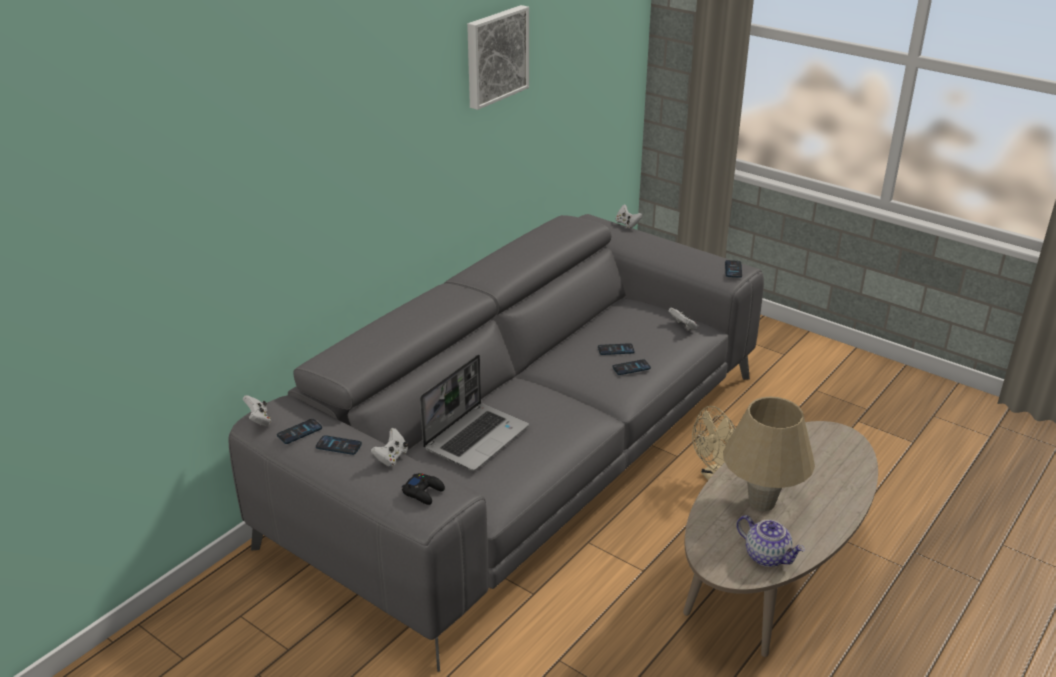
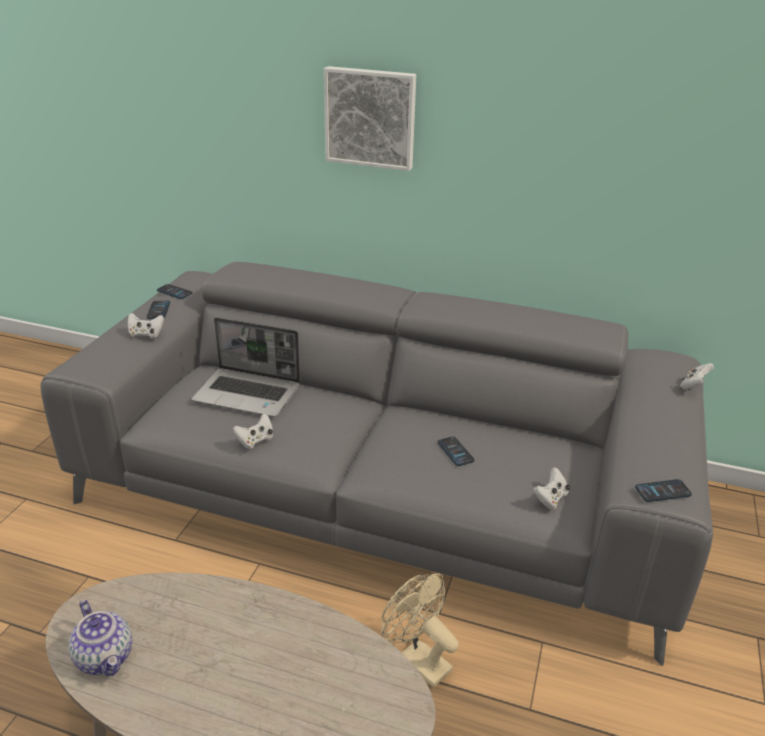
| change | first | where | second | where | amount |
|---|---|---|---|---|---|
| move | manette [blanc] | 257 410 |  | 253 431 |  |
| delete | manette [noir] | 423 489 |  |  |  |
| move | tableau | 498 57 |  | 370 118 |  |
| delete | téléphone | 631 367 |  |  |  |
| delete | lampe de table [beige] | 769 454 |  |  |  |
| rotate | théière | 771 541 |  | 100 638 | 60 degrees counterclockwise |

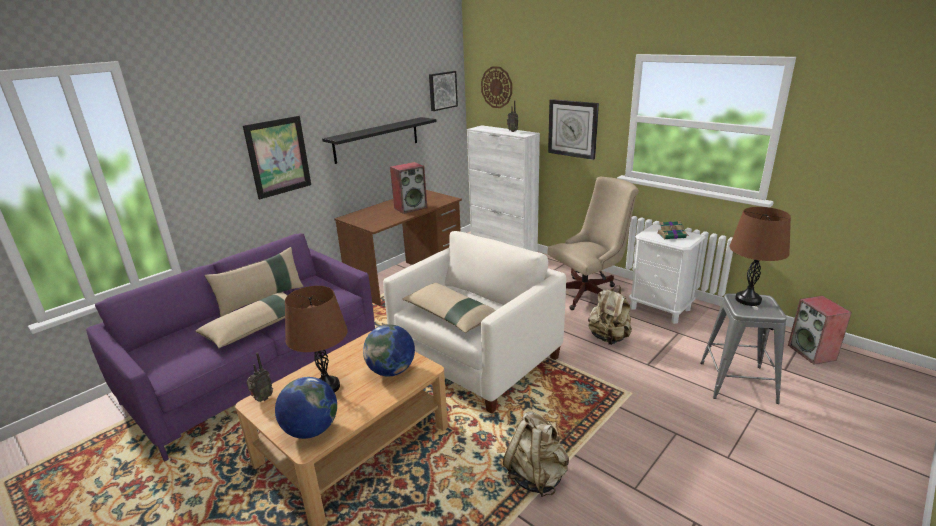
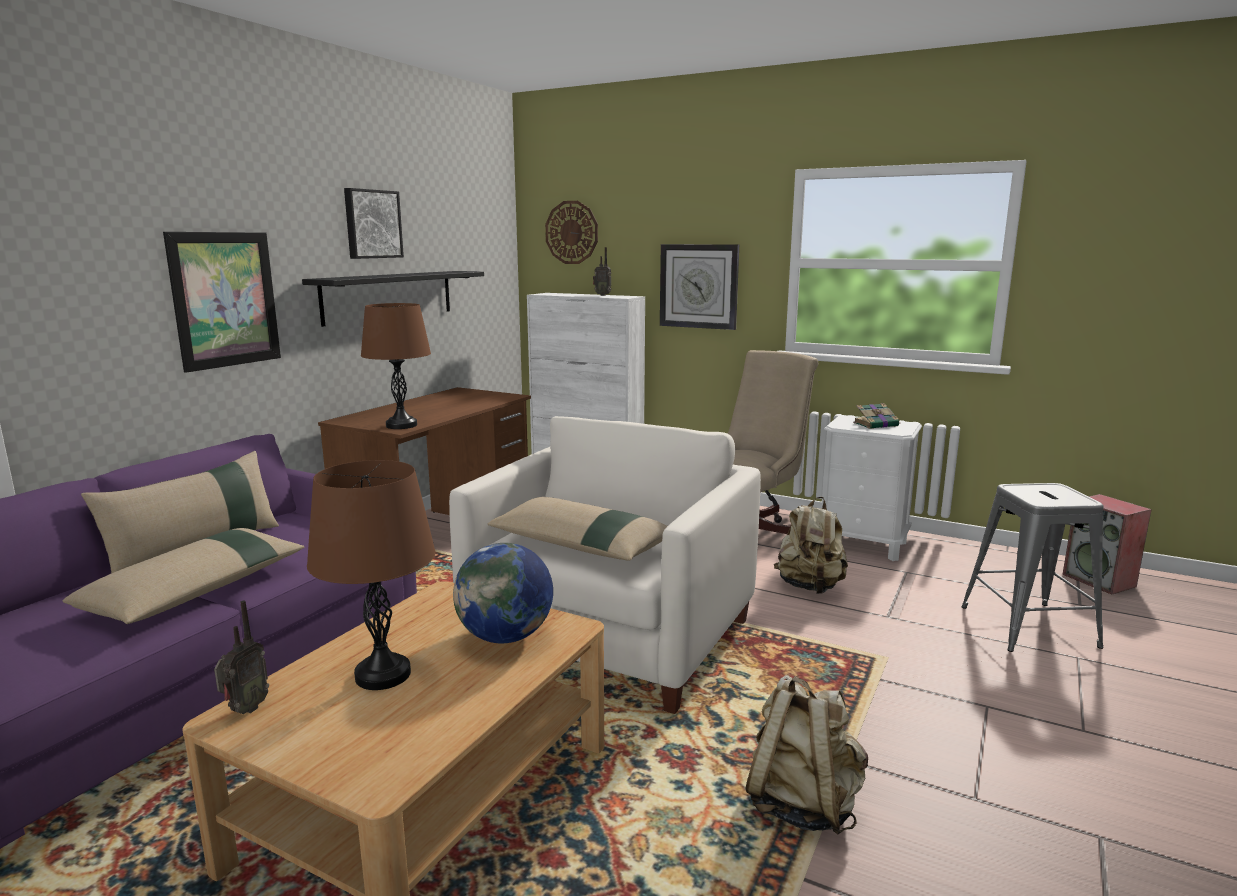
| change | first | where | second | where | amount |
|---|---|---|---|---|---|
| delete | globe | 306 408 |  |  |  |
| delete | enceinte | 408 188 |  |  |  |
| move | tableau | 443 91 |  | 374 223 |  |
| move | lampe de table [marron] | 760 256 |  | 396 366 |  |

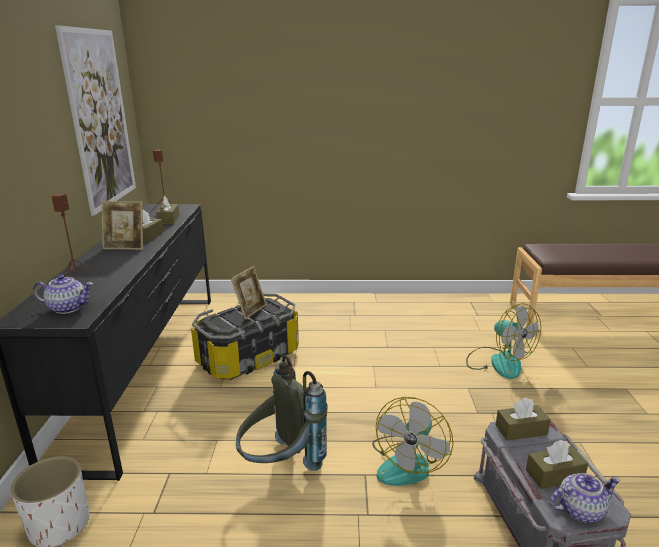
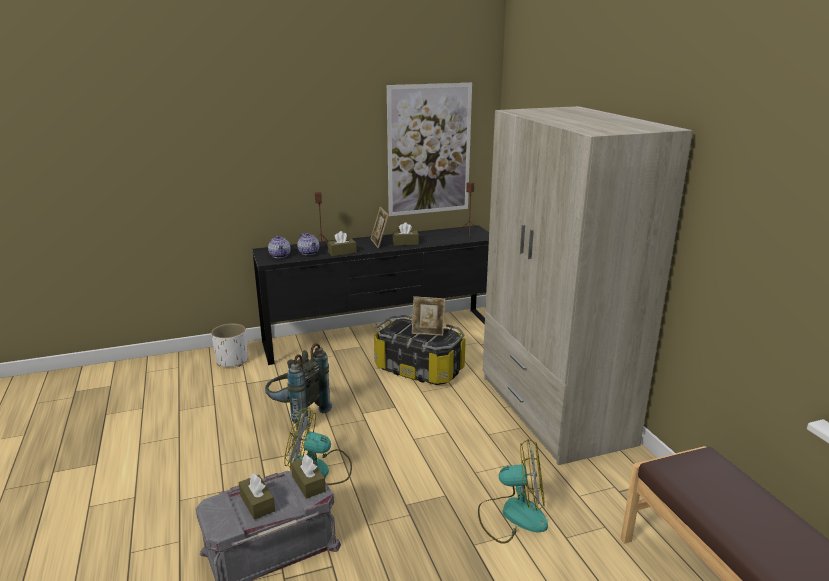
| change | first | where | second | where | amount |
|---|---|---|---|---|---|
| move | boîte à mouchoirs [marron] | 167 210 |  | 341 243 |  |
| rotate | ventilateur | 503 341 |  | 513 491 | 120 degrees counterclockwise |
| move | théière | 585 497 |  | 308 244 |  |
| insert |  |  | armoire [beige] | 588 285 |  |

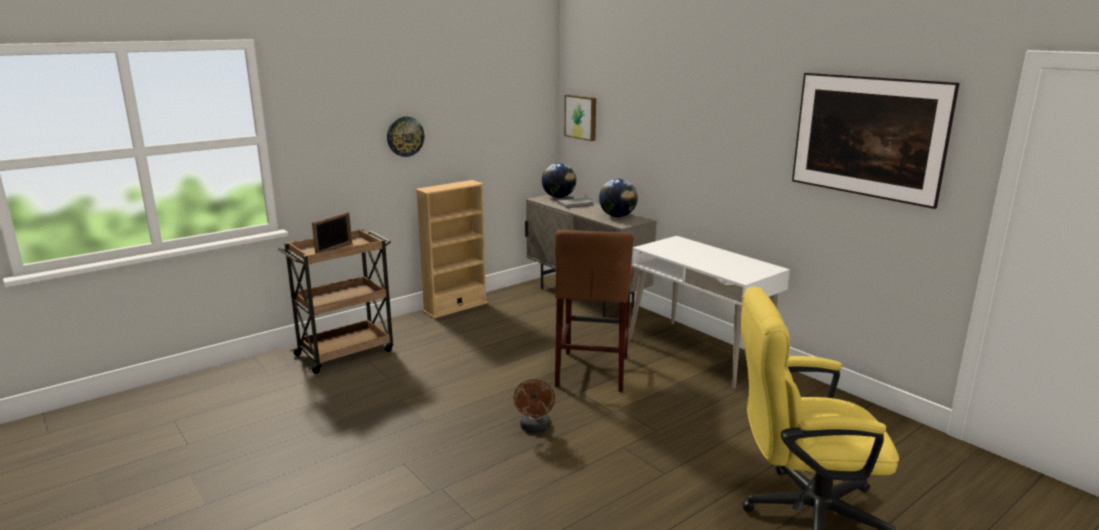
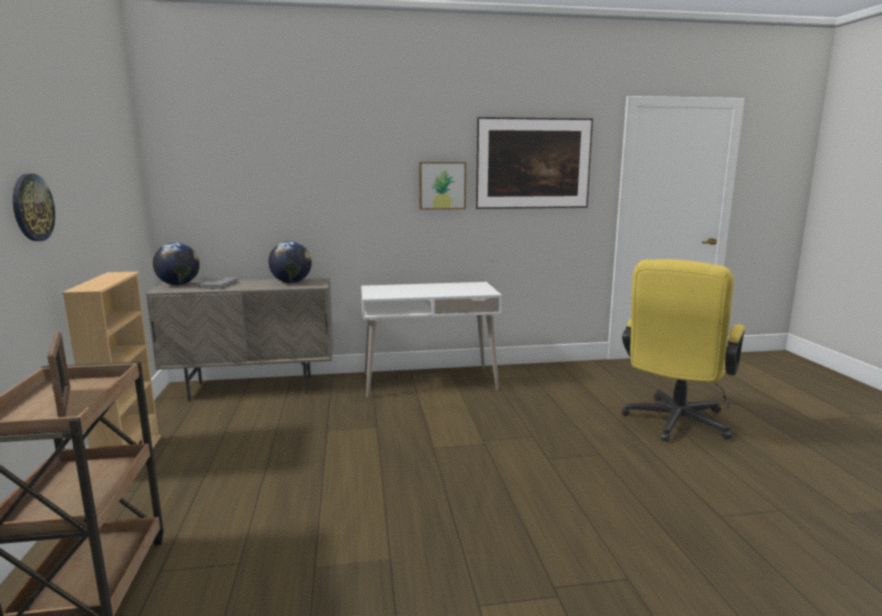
| change | first | where | second | where | amount |
|---|---|---|---|---|---|
| delete | ventilateur [marron] | 534 406 |  |  |  |
| delete | tabouret [marron] | 594 311 |  |  |  |
| move | tableau | 580 118 |  | 442 186 |  |

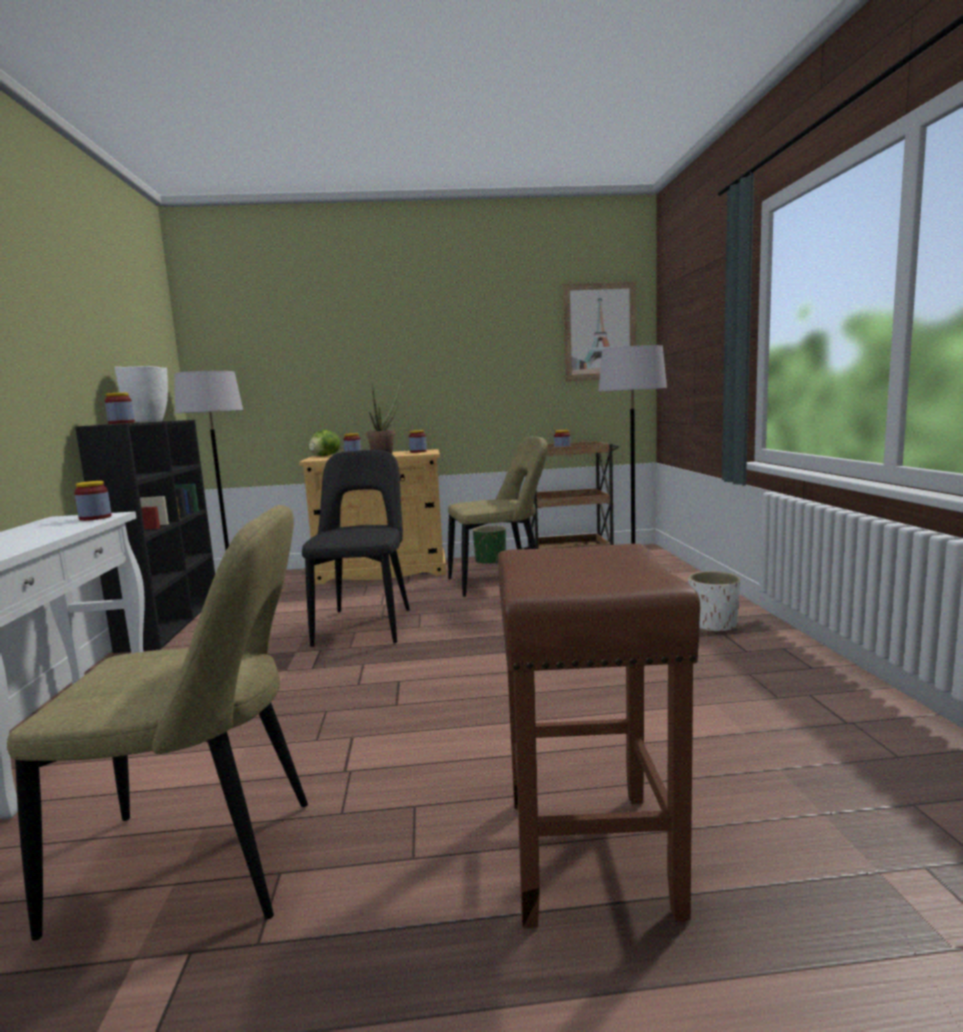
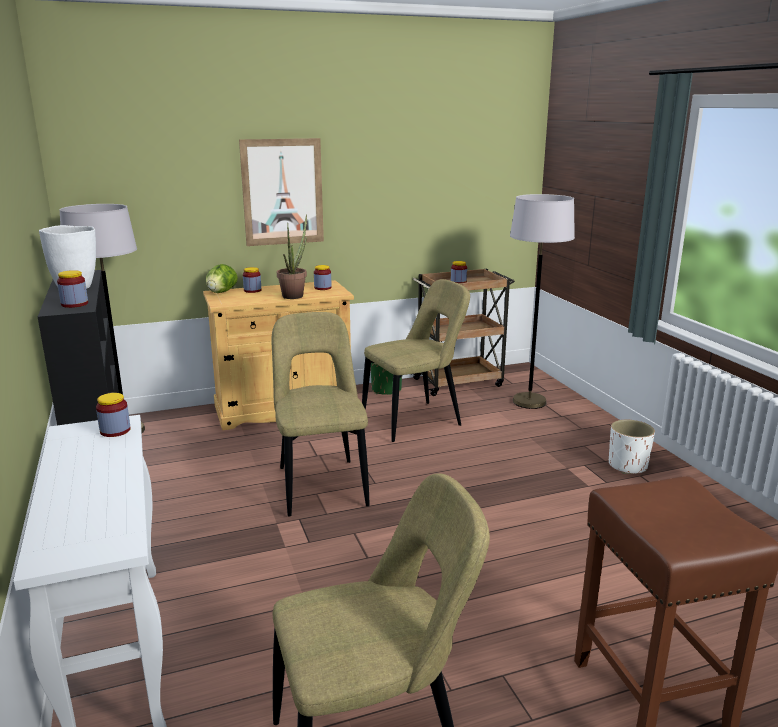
| change | first | where | second | where | amount |
|---|---|---|---|---|---|
| recolor | chaise [noir] | 356 548 | chaise [beige] | 321 414 |  |
| move | tableau | 599 331 |  | 281 192 |  |

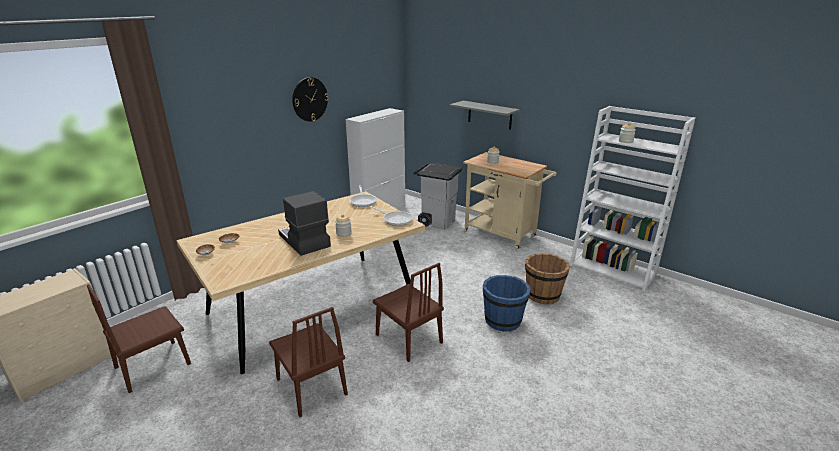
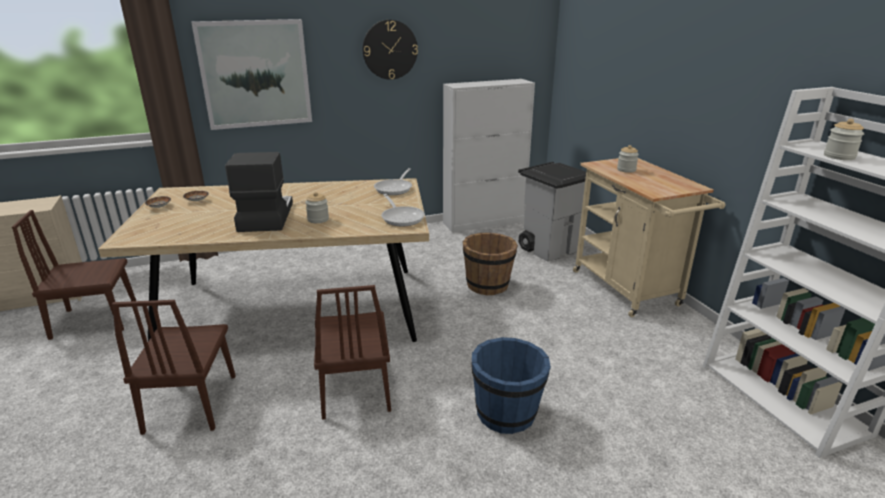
| change | first | where | second | where | amount |
|---|---|---|---|---|---|
| delete | étagère [gris] | 485 115 |  |  |  |
| move | seau [marron] | 547 278 |  | 490 264 |  |
| insert |  |  | tableau | 251 74 |  |

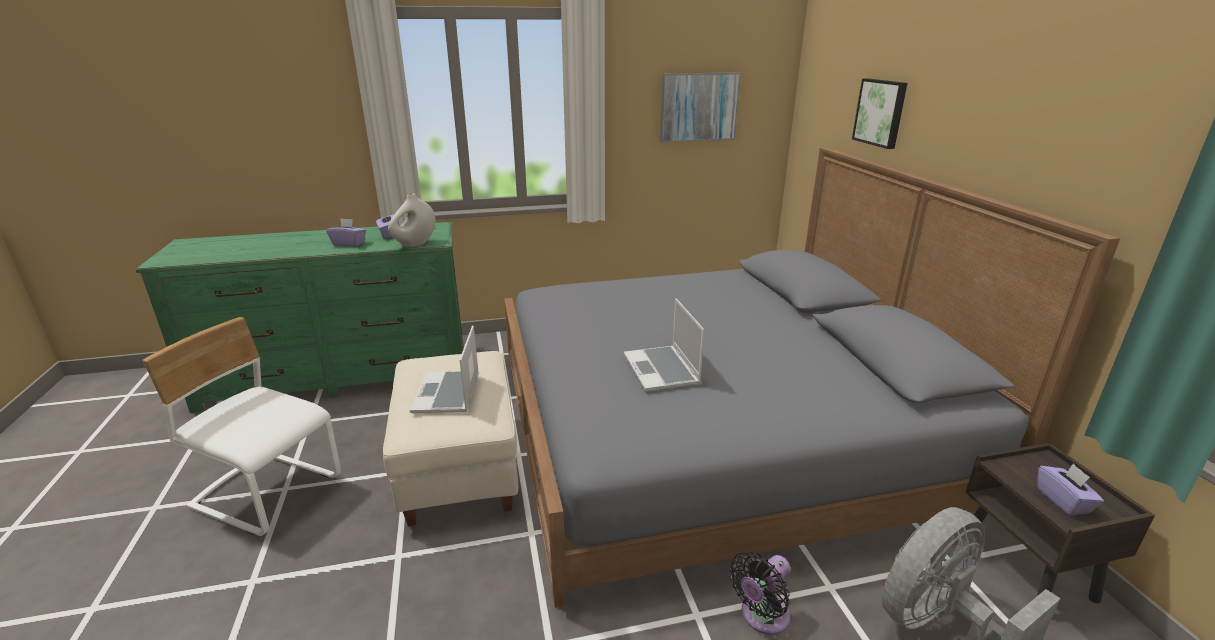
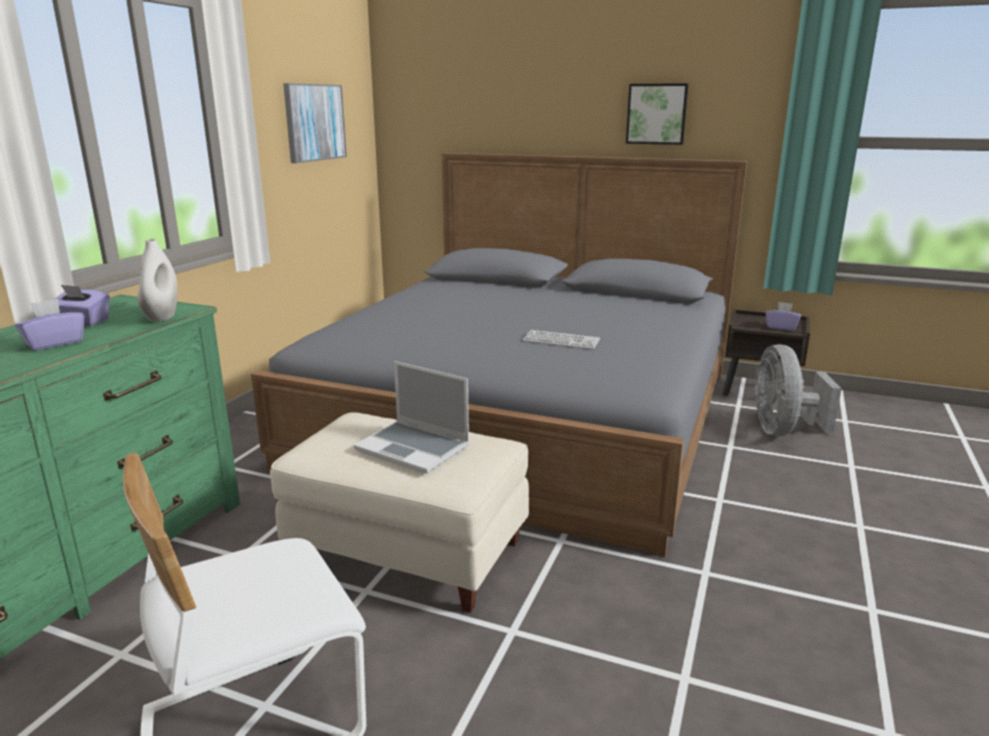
| change | first | where | second | where | amount |
|---|---|---|---|---|---|
| replace | ordinateur portable | 664 345 | clavier | 561 339 |  |
| delete | ventilateur [noir] | 760 593 |  |  |  |
| move | tableau | 879 113 |  | 657 114 |  |

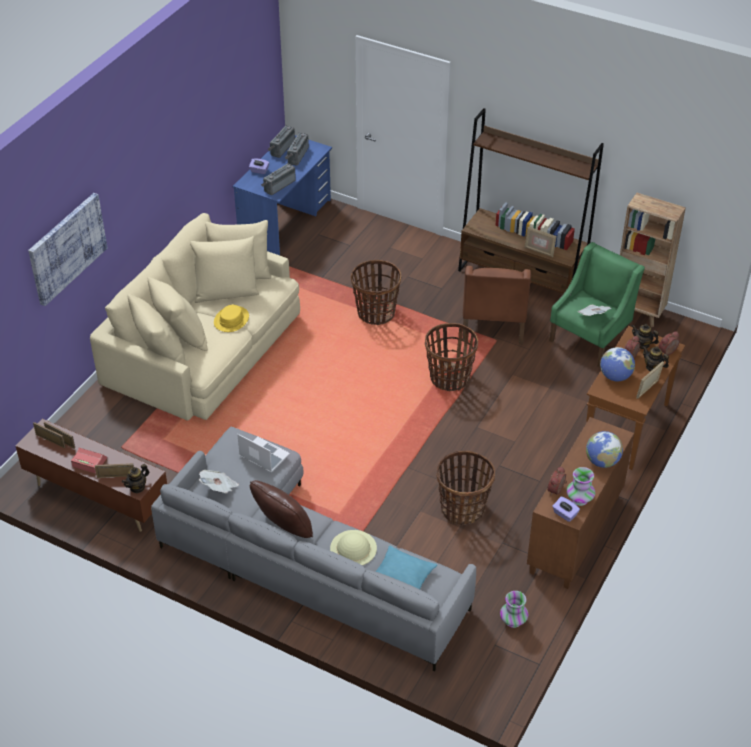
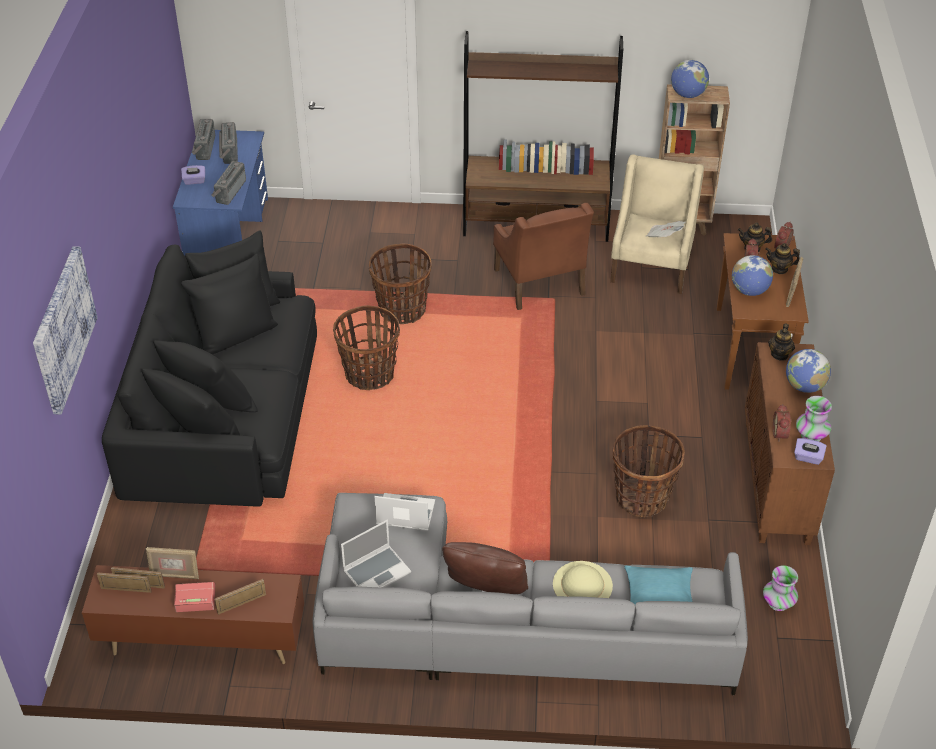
| change | first | where | second | where | amount |
|---|---|---|---|---|---|
| recolor | canapé [beige] | 195 317 | canapé [noir] | 209 369 |  |
| move | théière | 135 478 |  | 781 342 |  |
| replace | journal | 219 481 | ordinateur portable | 376 553 |  |
| delete | chapeau [jaune] | 231 318 |  |  |  |
| move | panier | 451 357 |  | 366 347 |  |
| move | cadre photo | 541 242 |  | 172 563 |  |
| recolor | fauteuil [vert] | 597 305 | fauteuil [beige] | 657 224 |  |
| insert |  |  | globe | 690 79 |  |

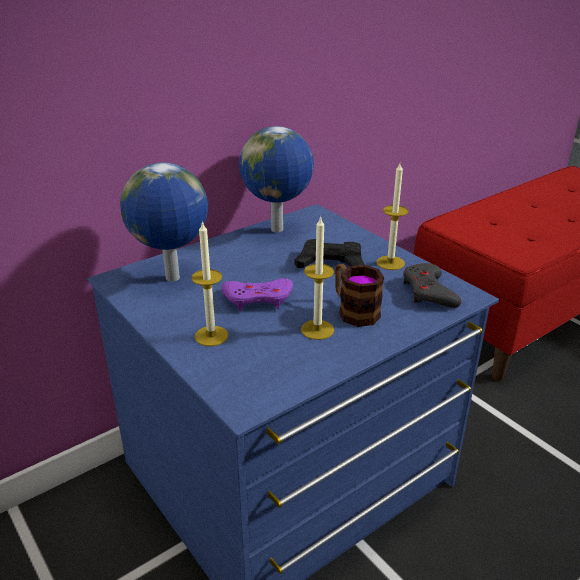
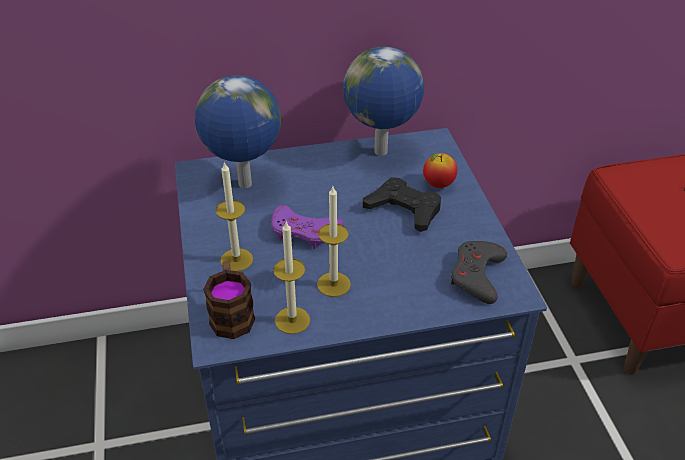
| change | first | where | second | where | amount |
|---|---|---|---|---|---|
| move | mug | 359 295 |  | 229 300 |  |
| move | bougie | 392 216 |  | 291 278 |  |
| insert |  |  | pomme | 440 170 |  |

